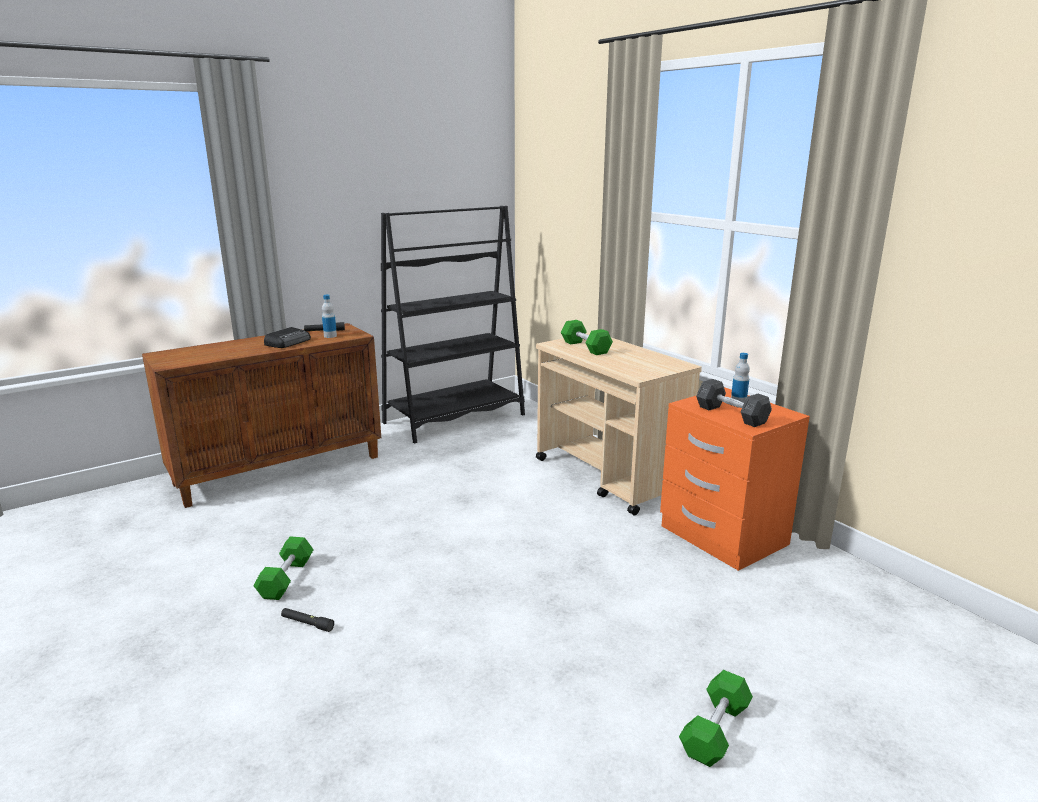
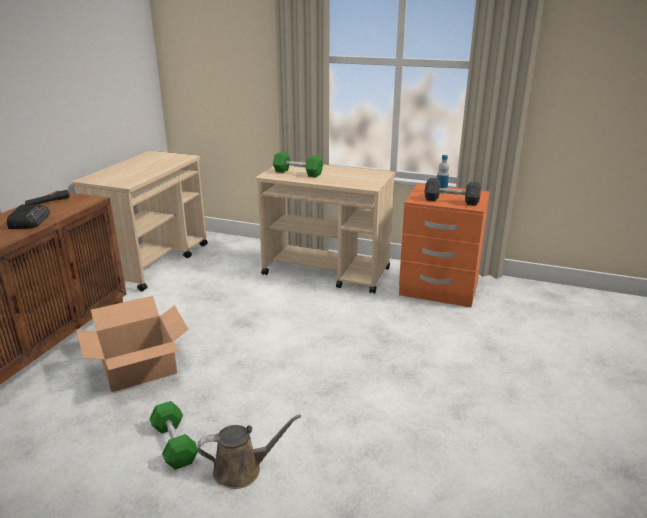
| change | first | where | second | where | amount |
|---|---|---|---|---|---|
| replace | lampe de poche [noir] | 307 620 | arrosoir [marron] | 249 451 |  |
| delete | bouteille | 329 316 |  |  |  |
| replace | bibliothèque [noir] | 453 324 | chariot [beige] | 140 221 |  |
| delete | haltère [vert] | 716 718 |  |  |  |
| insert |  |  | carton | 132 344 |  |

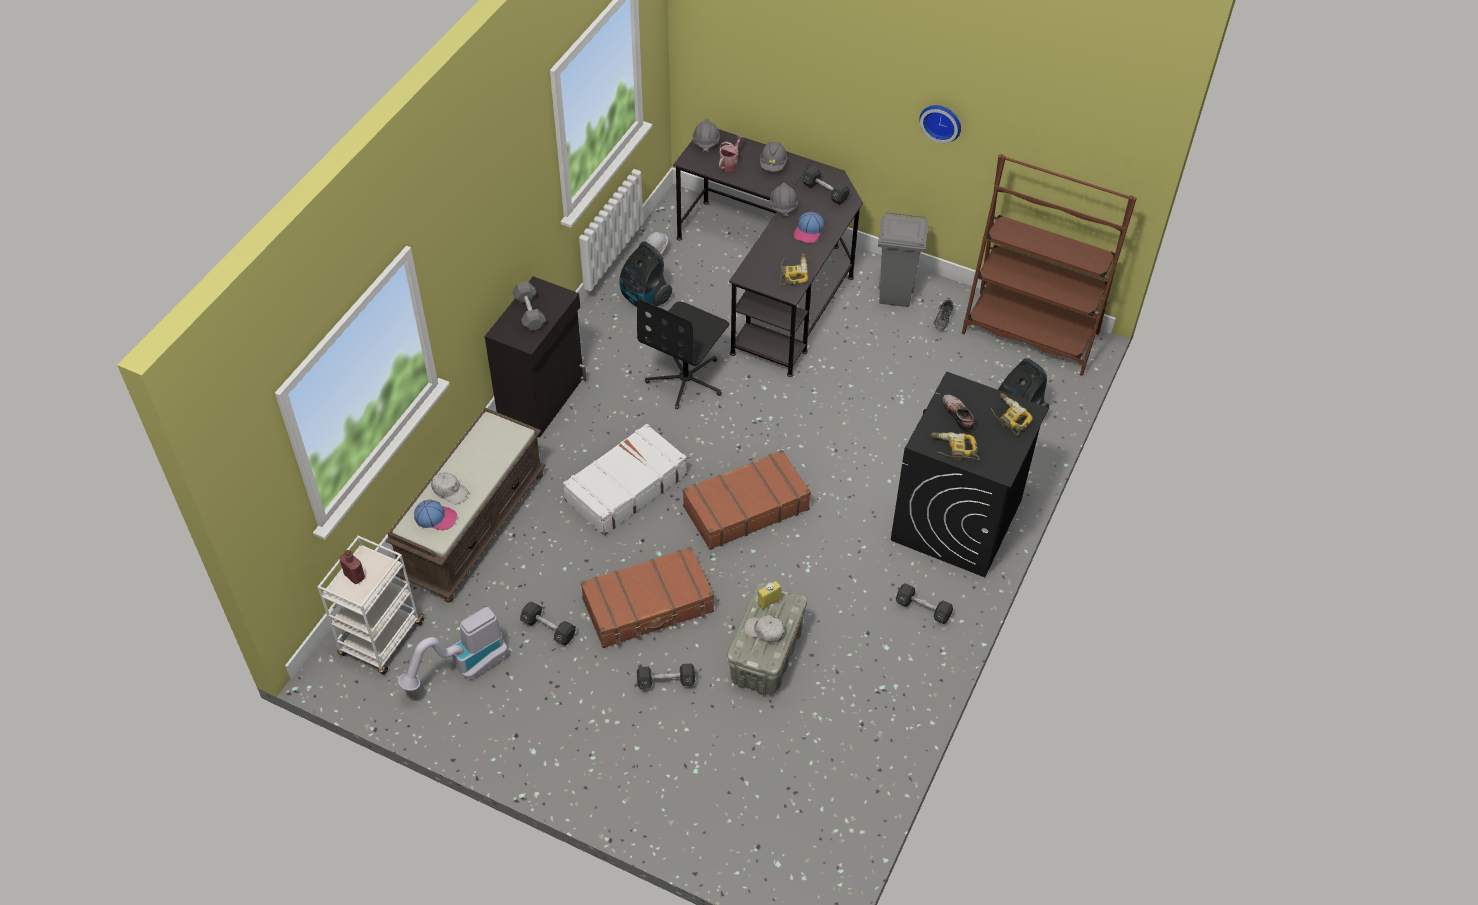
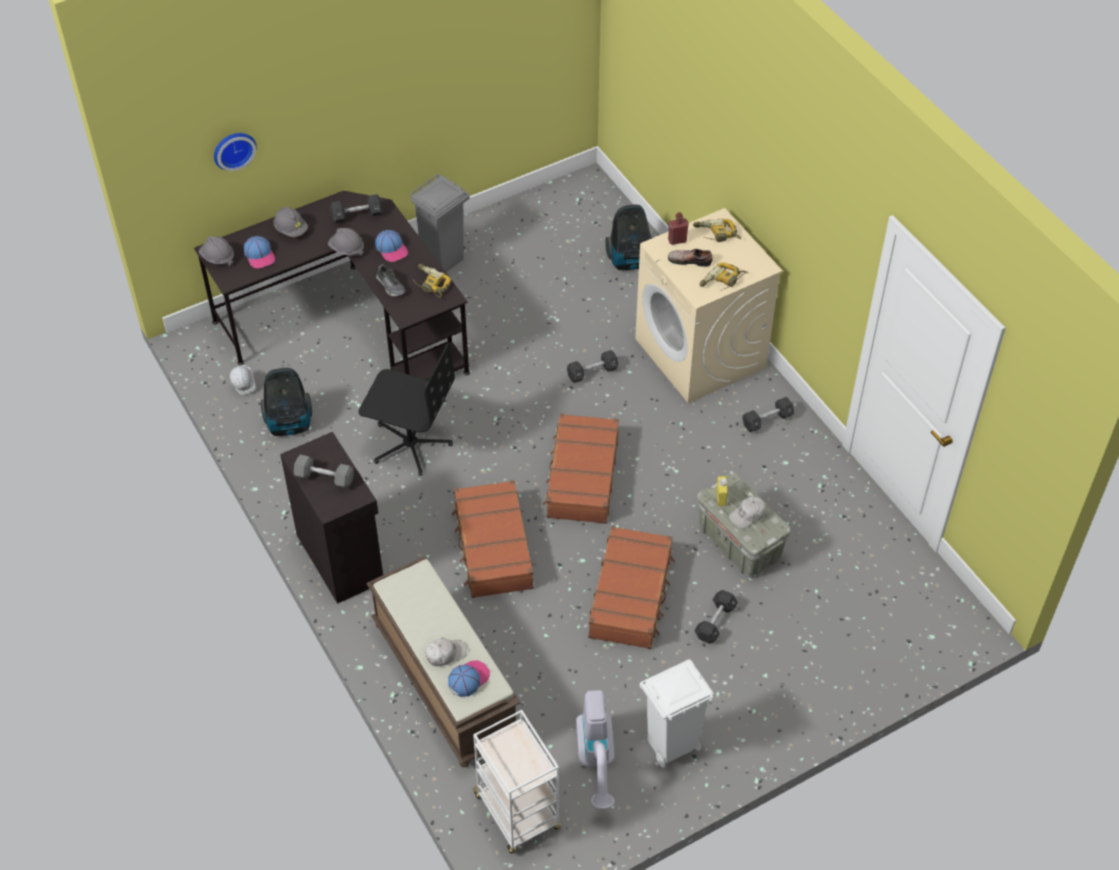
| change | first | where | second | where | amount |
|---|---|---|---|---|---|
| move | bouteille [rouge] | 352 567 |  | 678 228 |  |
| move | haltère [noir] | 548 623 |  | 592 366 |  |
| recolor | valise [blanc] | 625 479 | valise [marron] | 493 539 |  |
| rotate | chaise de bureau [noir] | 683 354 |  | 406 409 | 45 degrees counterclockwise |
| replace | arrosoir | 731 153 | casquette | 259 252 |  |
| recolor | lave-linge [noir] | 970 474 | lave-linge [beige] | 709 305 |  |
| move | horloge murale | 940 124 |  | 235 152 |  |
| move | chaussure | 943 315 |  | 391 280 |  |
| delete | bibliothèque [marron] | 1049 265 |  |  |  |
| insert |  |  | poubelle [blanc] | 677 713 |  |

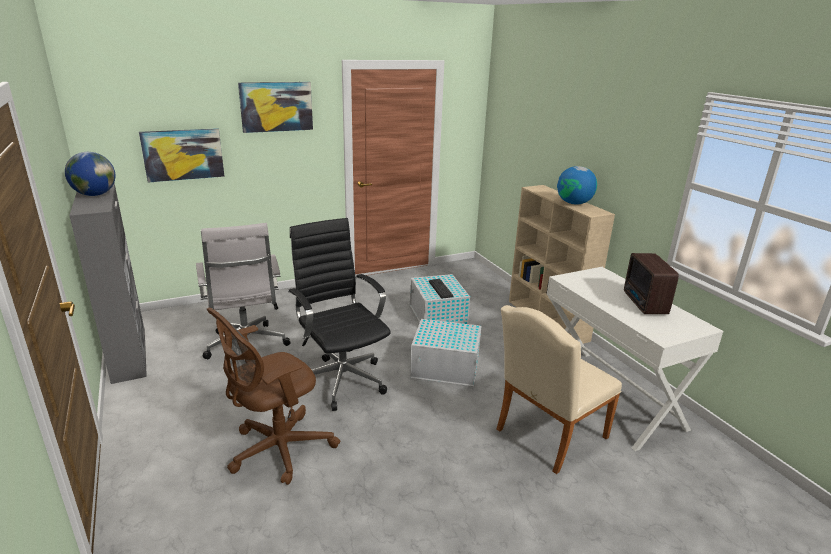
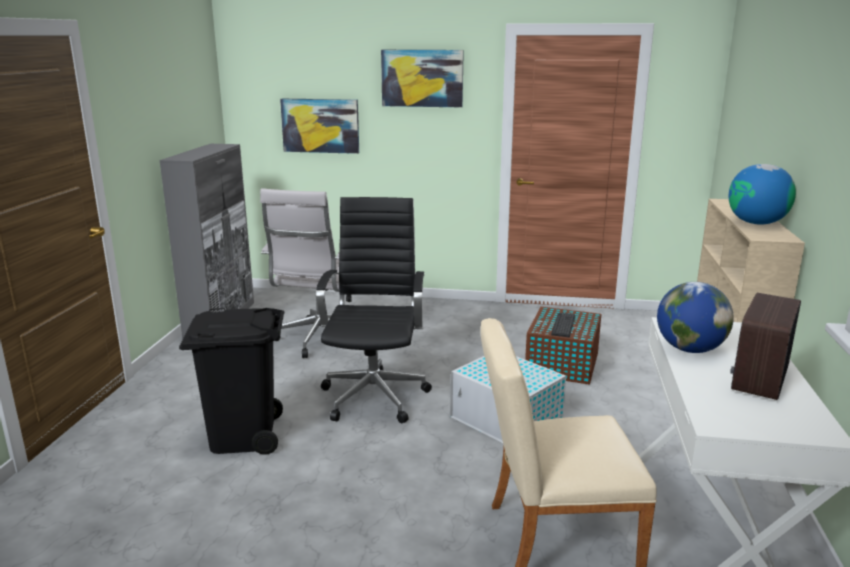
| change | first | where | second | where | amount |
|---|---|---|---|---|---|
| move | globe | 90 174 |  | 695 317 |  |
| replace | chaise de bureau [marron] | 273 396 | poubelle [noir] | 231 381 |  |
| recolor | boîte de rangement [blanc] | 440 299 | boîte de rangement [marron] | 563 346 |  |

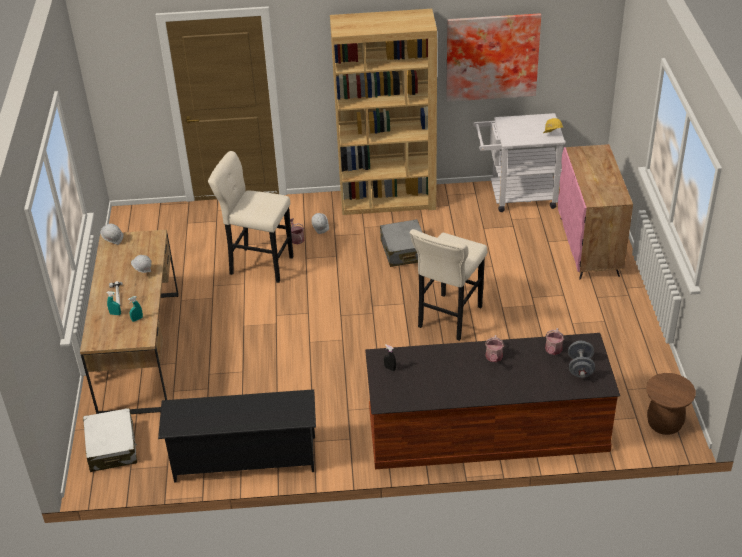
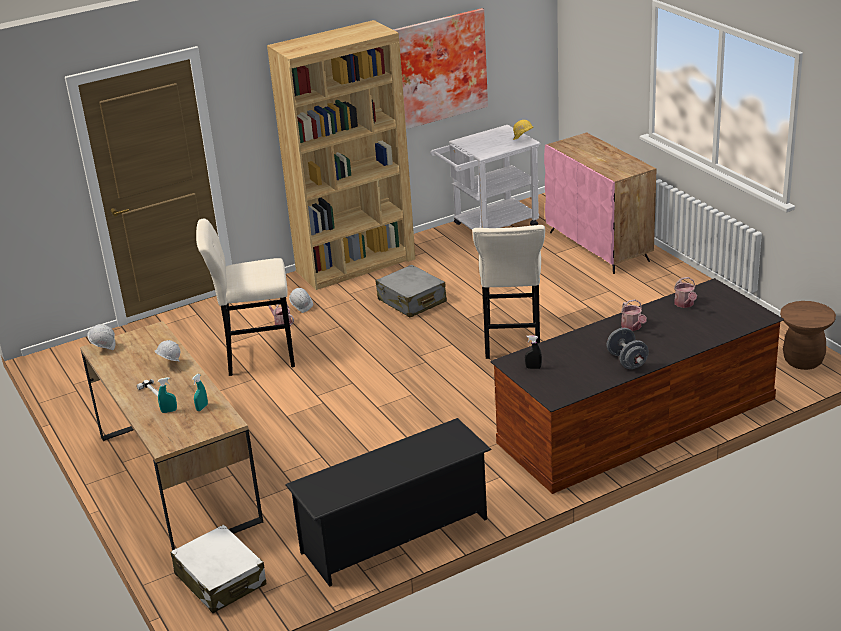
| change | first | where | second | where | amount |
|---|---|---|---|---|---|
| move | haltère [gris] | 581 359 |  | 628 348 |  |

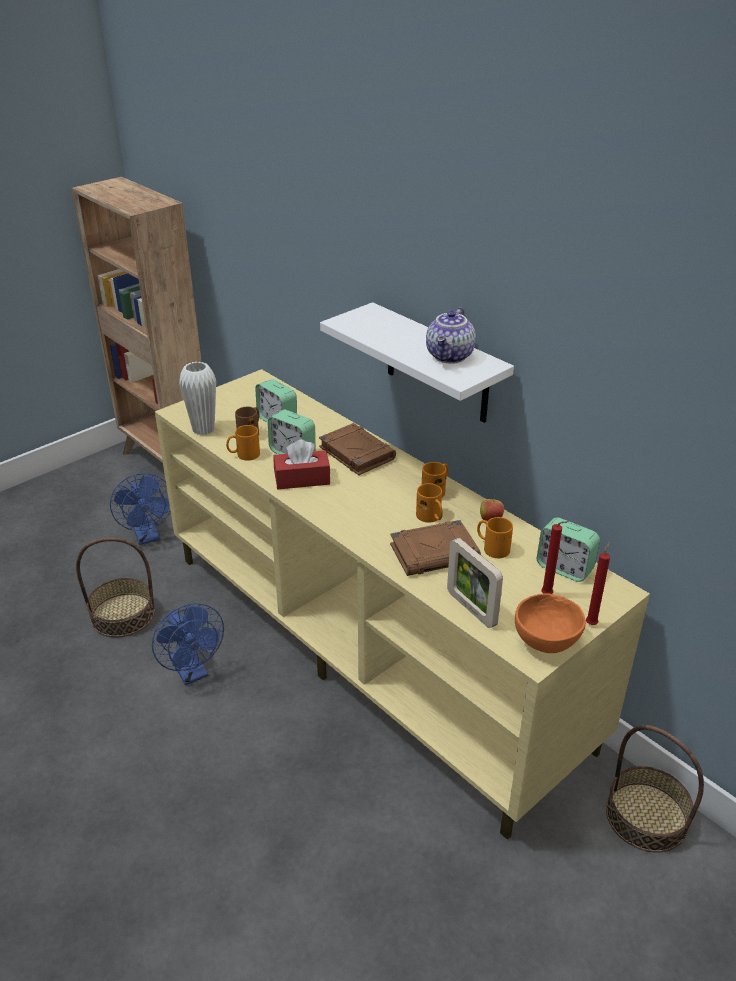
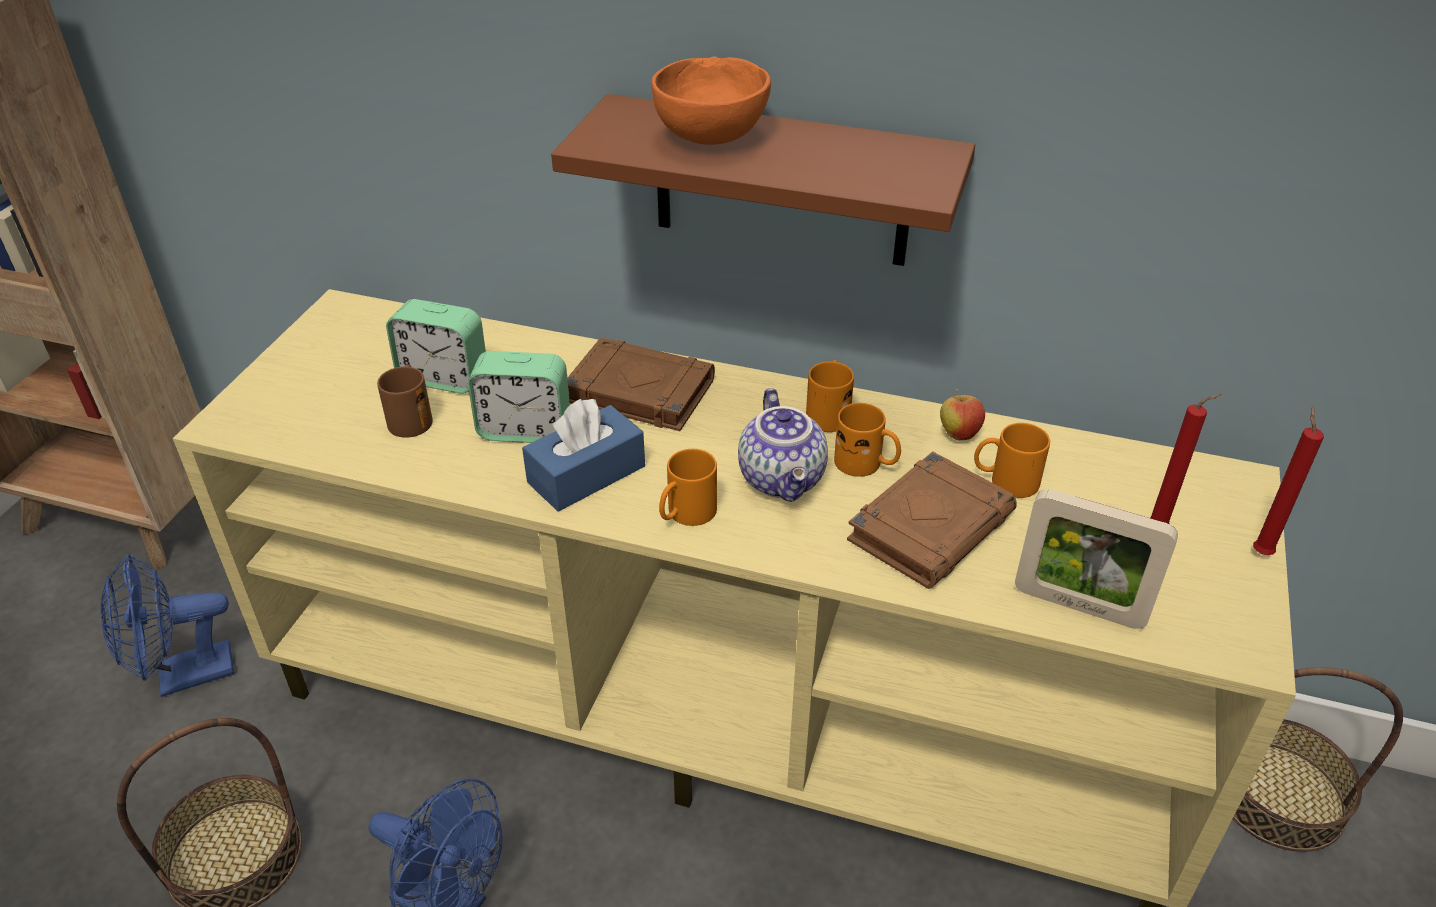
| change | first | where | second | where | amount |
|---|---|---|---|---|---|
| rotate | ventilateur [bleu] | 140 509 |  | 167 625 | 120 degrees clockwise |
| delete | vase [blanc] | 197 398 |  |  |  |
| move | mug [orange] | 243 443 |  | 688 487 |  |
| recolor | boîte à mouchoirs [rouge] | 302 464 | boîte à mouchoirs [bleu] | 583 455 |  |
| recolor | étagère [blanc] | 417 362 | étagère [marron] | 763 180 |  |
| move | théière | 451 335 |  | 783 445 |  |
| move | bol [orange] | 550 623 |  | 711 101 |  |
| delete | réveil | 568 550 |  |  |  |

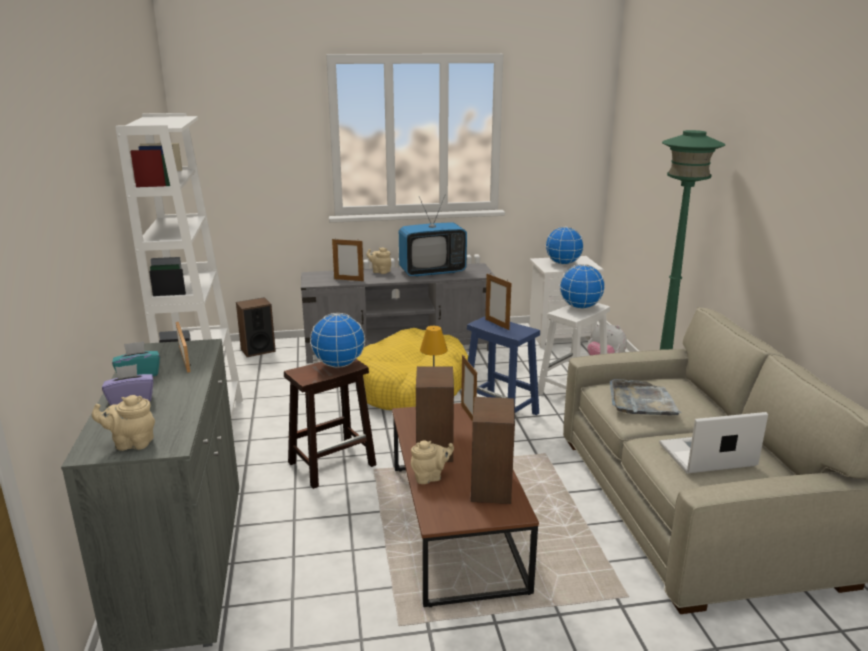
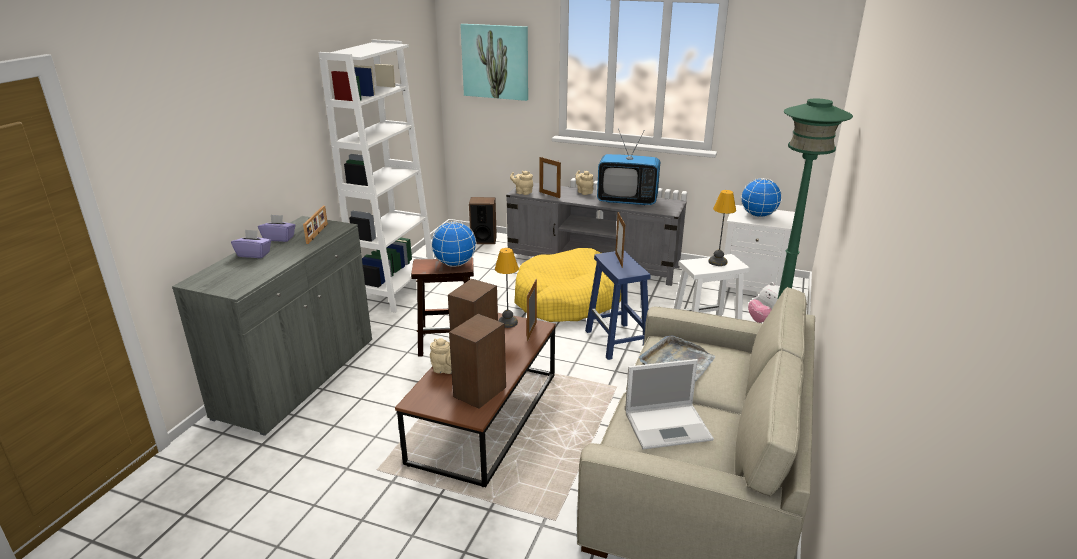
| change | first | where | second | where | amount |
|---|---|---|---|---|---|
| move | théière [beige] | 123 423 |  | 521 183 |  |
| recolor | boîte à mouchoirs [turquoise] | 136 358 | boîte à mouchoirs [violet] | 277 228 |  |
| replace | globe | 582 286 | lampe de table | 722 228 |  |
| rotate | ordinateur portable | 713 443 |  | 669 404 | 150 degrees clockwise |
| insert |  |  | tableau | 494 62 |  |

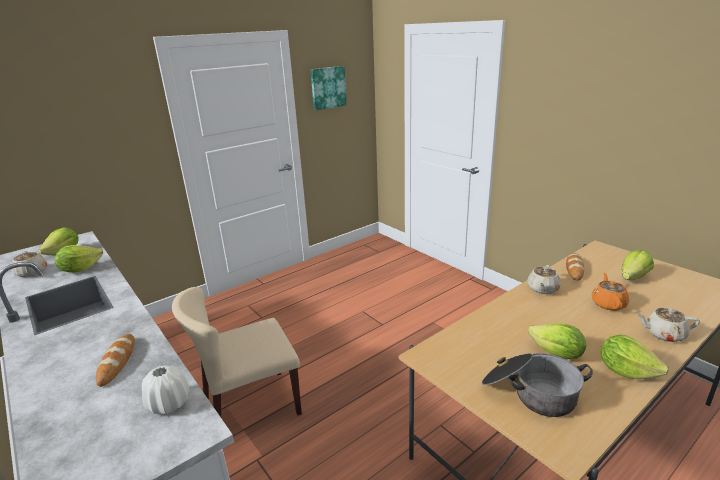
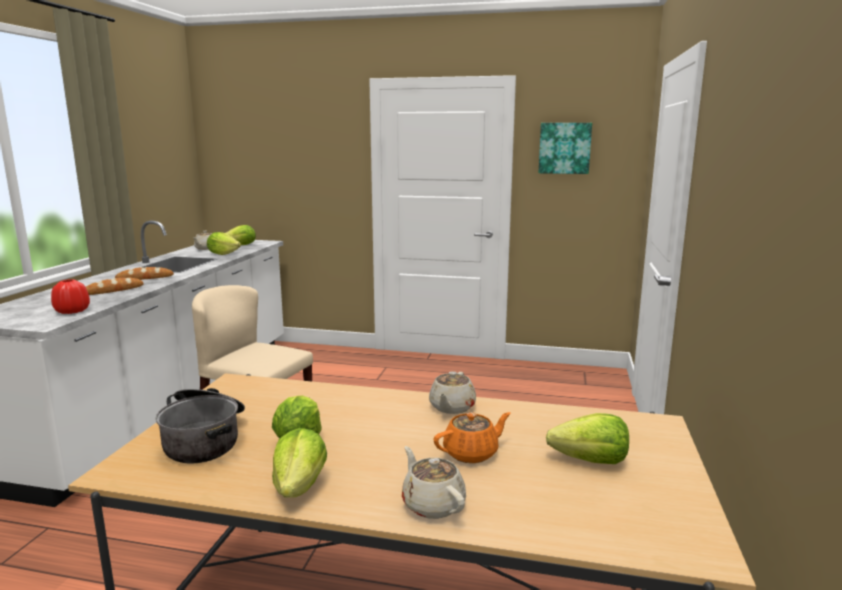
| change | first | where | second | where | amount |
|---|---|---|---|---|---|
| recolor | vase [blanc] | 166 390 | vase [rouge] | 70 296 |  |
| rotate | théière [beige] | 544 279 |  | 452 392 | 60 degrees counterclockwise |
| move | pain | 575 267 |  | 144 273 |  |

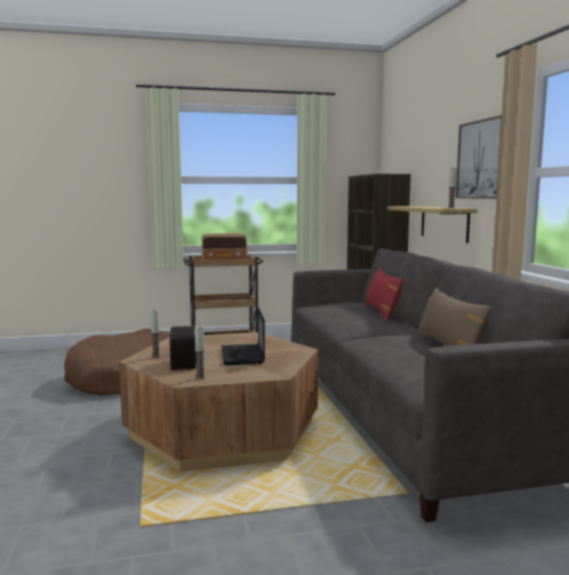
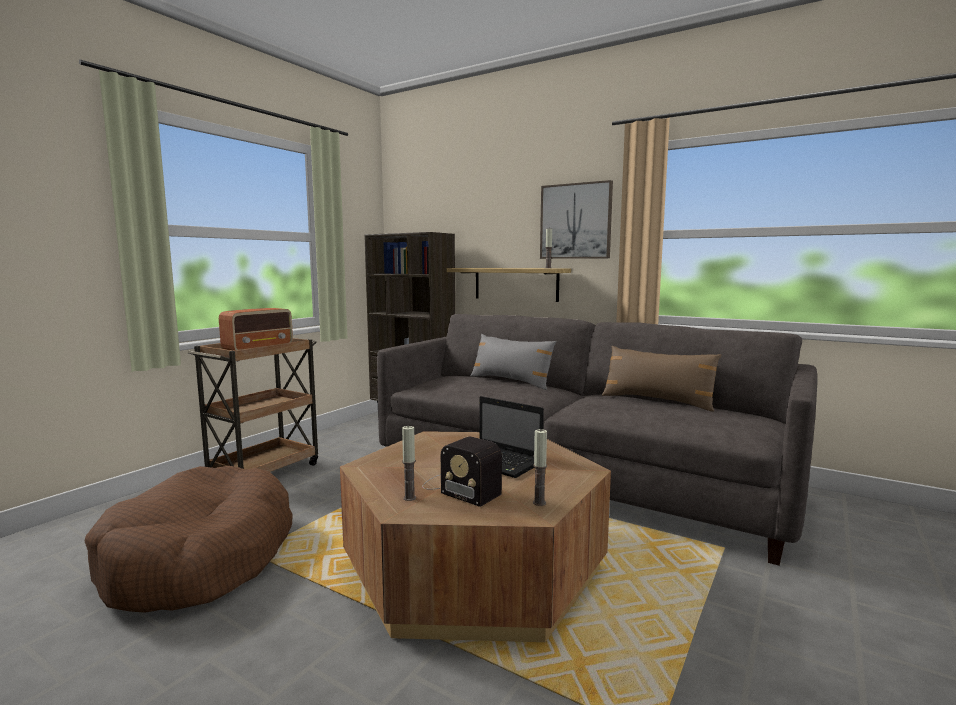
| change | first | where | second | where | amount |
|---|---|---|---|---|---|
| recolor | coussin [rouge] | 384 294 | coussin [gris] | 514 362 |  |

